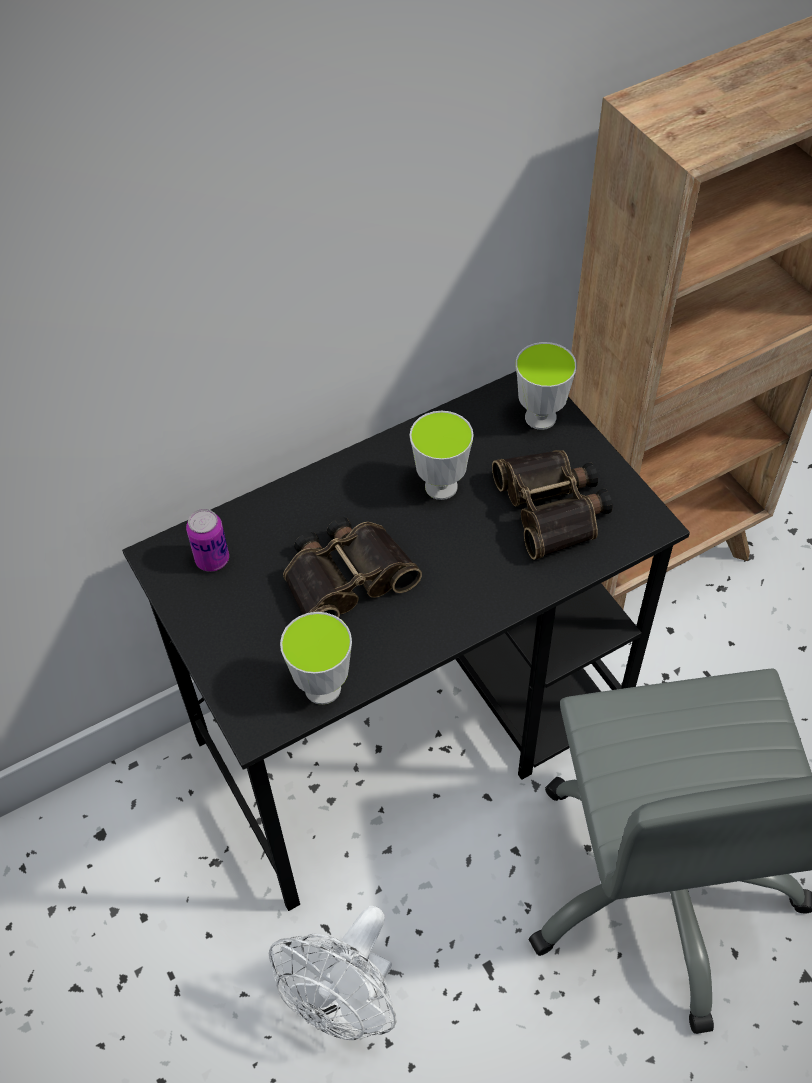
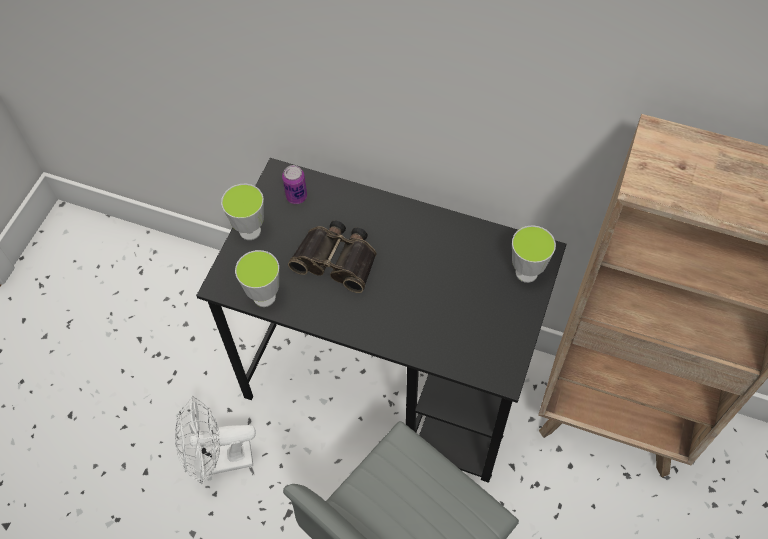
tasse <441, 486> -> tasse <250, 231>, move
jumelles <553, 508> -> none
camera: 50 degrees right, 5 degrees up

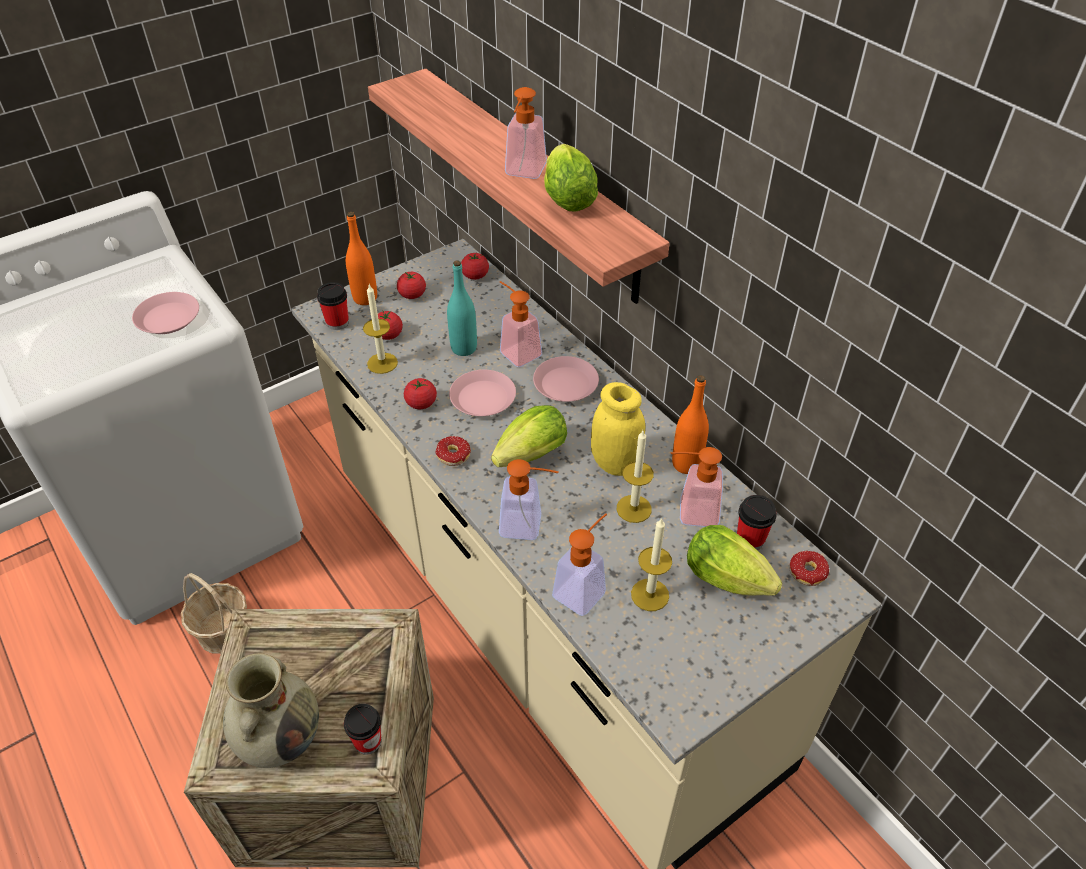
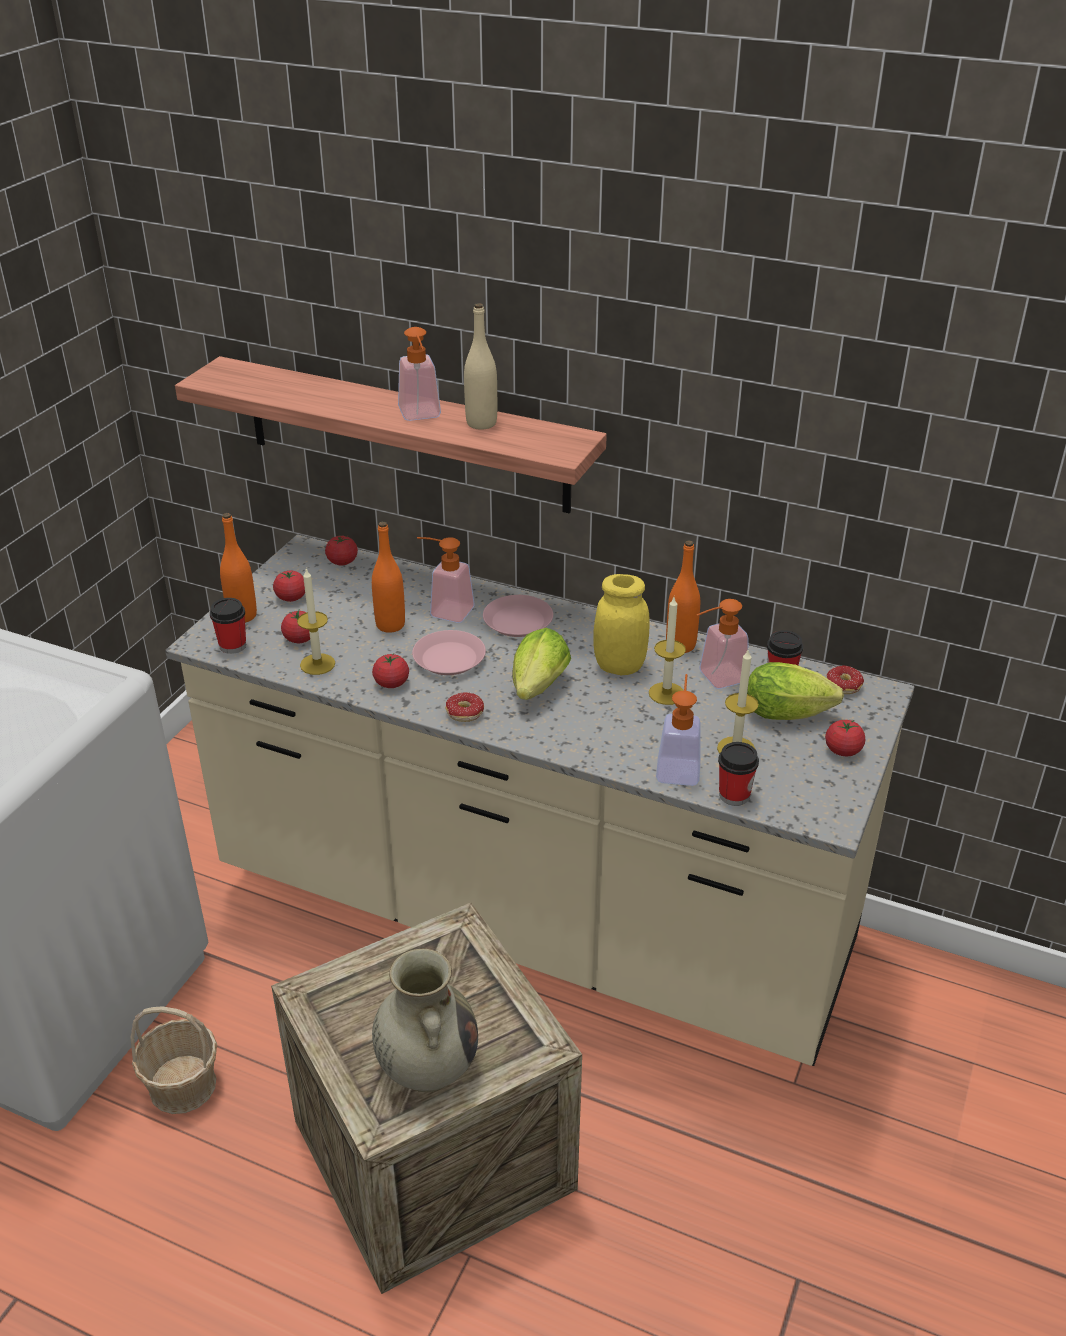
bouteille [turquoise] <464, 348> -> bouteille [orange] <390, 625>
laitue <567, 196> -> bouteille [beige] <481, 423>
tasse <367, 741> -> tasse <734, 795>, move
none -> tomate <843, 750>
assiette [rose] <167, 318> -> none
distributeur de savon <529, 526> -> none
camera: 30 degrees left, 10 degrees down

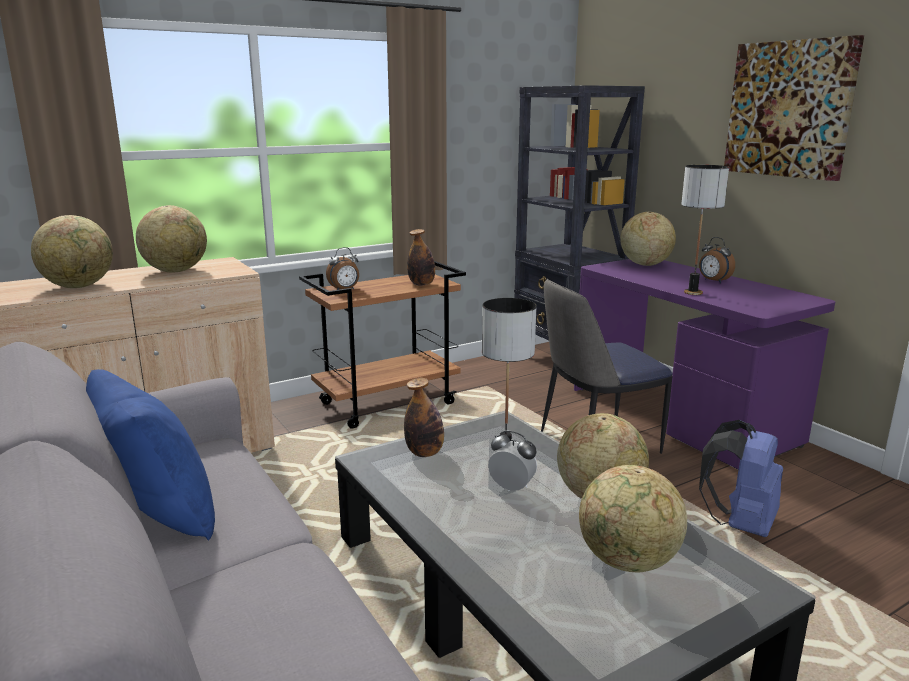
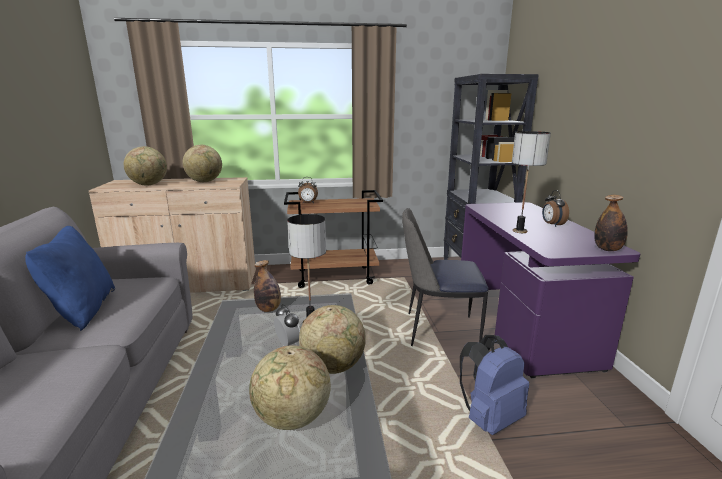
bouteille <421, 284> -> bouteille <607, 249>, move
globe <645, 264> -> none
tableau <789, 109> -> none
camera: 25 degrees right, 0 degrees up

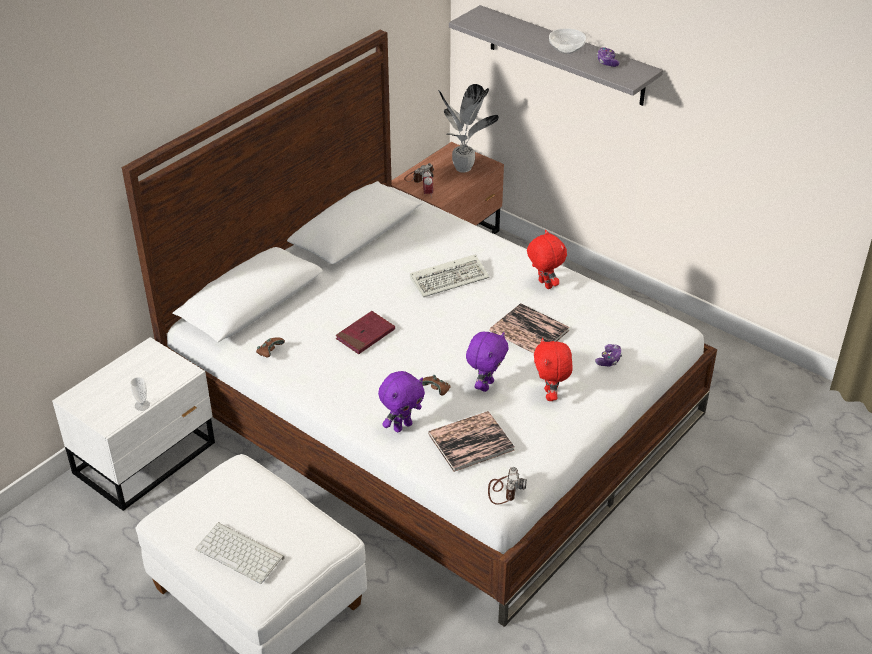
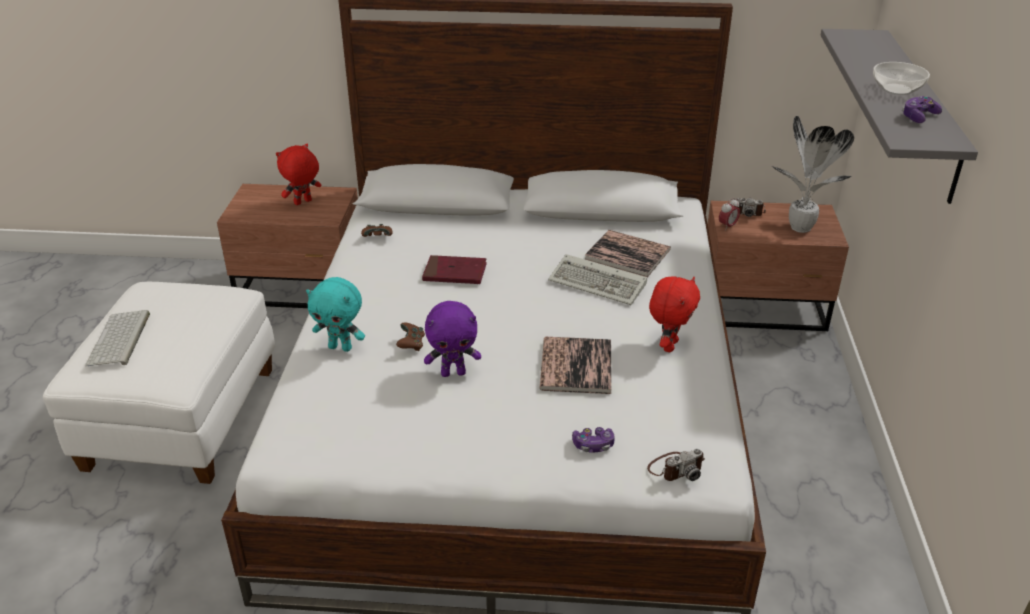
table de chevet [blanc] <148, 458> -> table de chevet [marron] <303, 288>
peluche [rouge] <551, 395> -> peluche [rouge] <303, 203>, move
peluche [violet] <402, 426> -> peluche [turquoise] <341, 347>
livre <471, 442> -> livre <627, 254>, move
appareil photo <504, 490> -> appareil photo <675, 468>, move
tasse <142, 405> -> none
camera: 55 degrees right, 5 degrees down

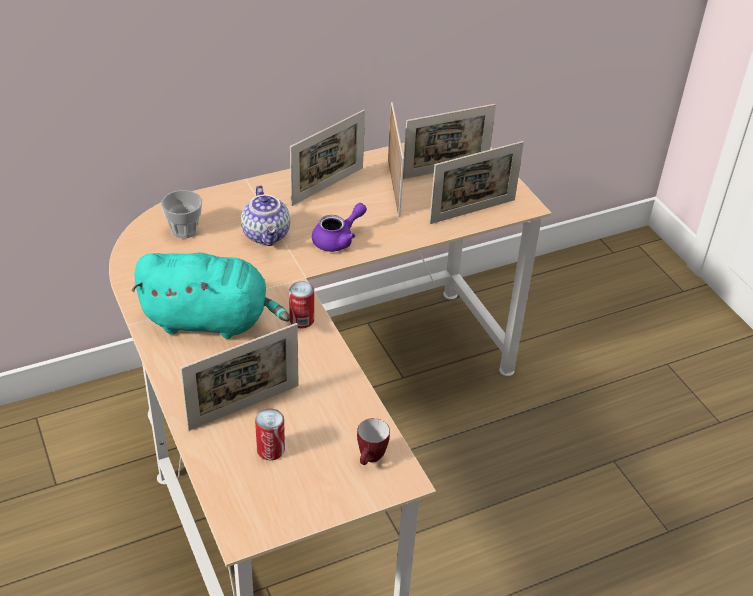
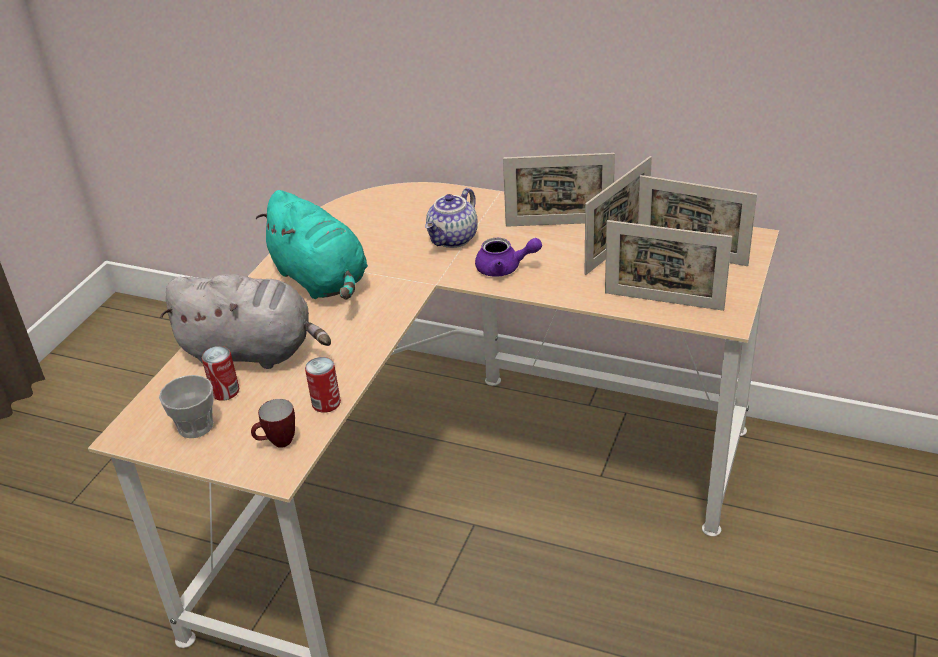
tasse <184, 230> -> tasse <195, 426>, move
cadre photo <244, 407> -> peluche [gris] <253, 352>
boîte métallique <301, 320> -> boîte métallique <326, 403>, move
camera: 50 degrees right, 5 degrees down

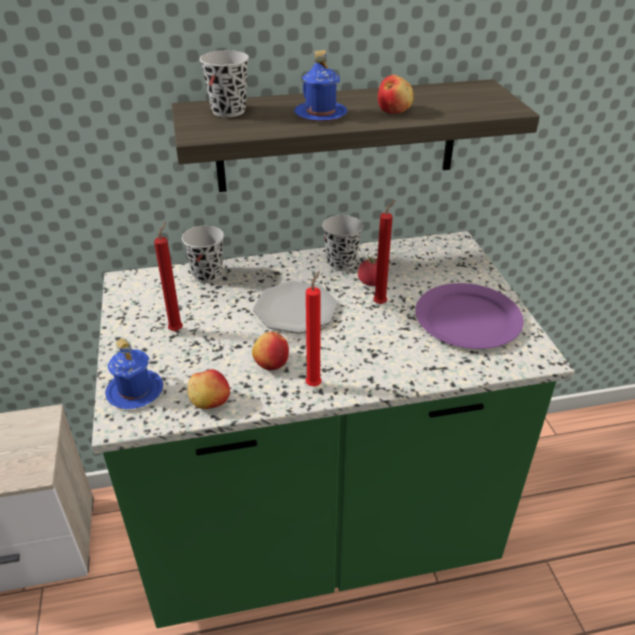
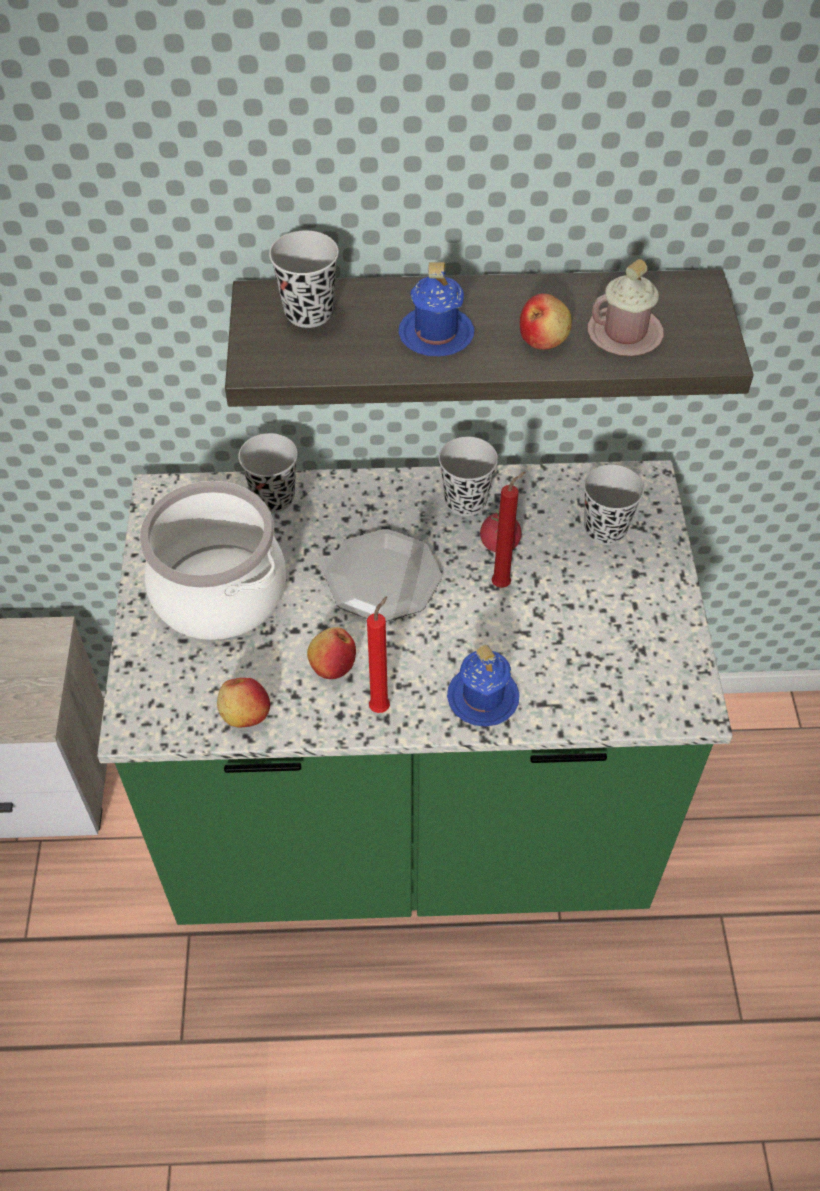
bougie [rouge] <177, 329> -> marmite <220, 591>
mug [bleu] <135, 391> -> mug [bleu] <483, 698>, move
none -> tasse [noir] <605, 529>
none -> mug [rose] <624, 334>
assiette [violet] <467, 319> -> none
camera: 10 degrees right, 15 degrees up

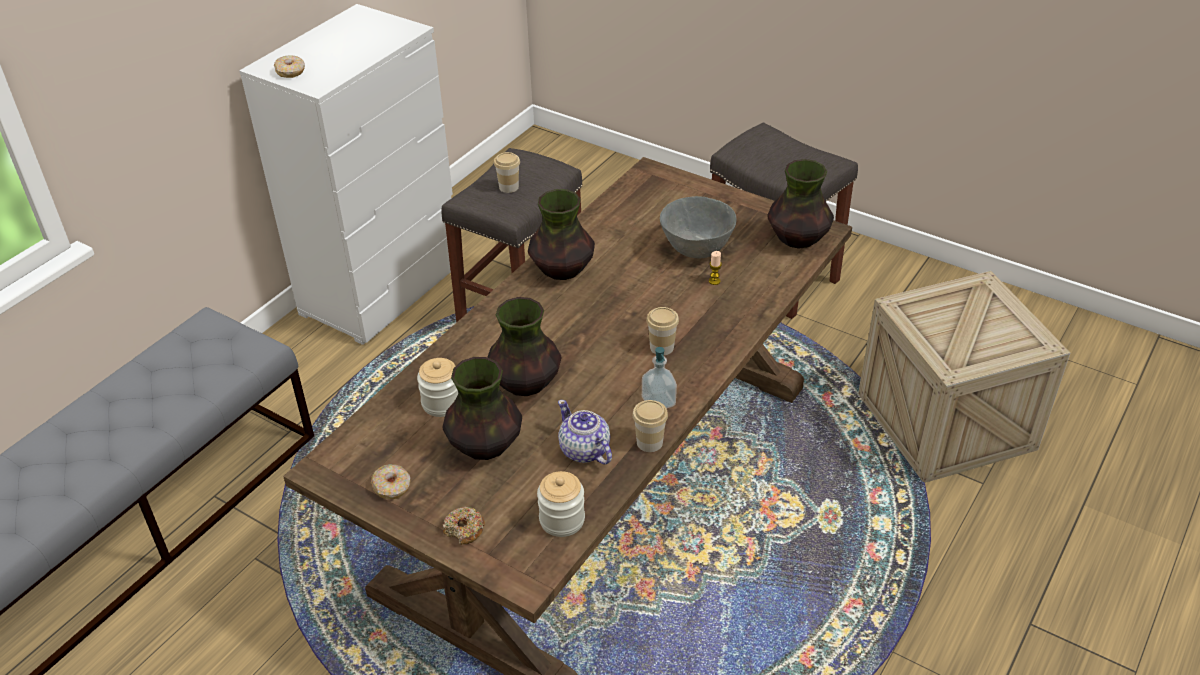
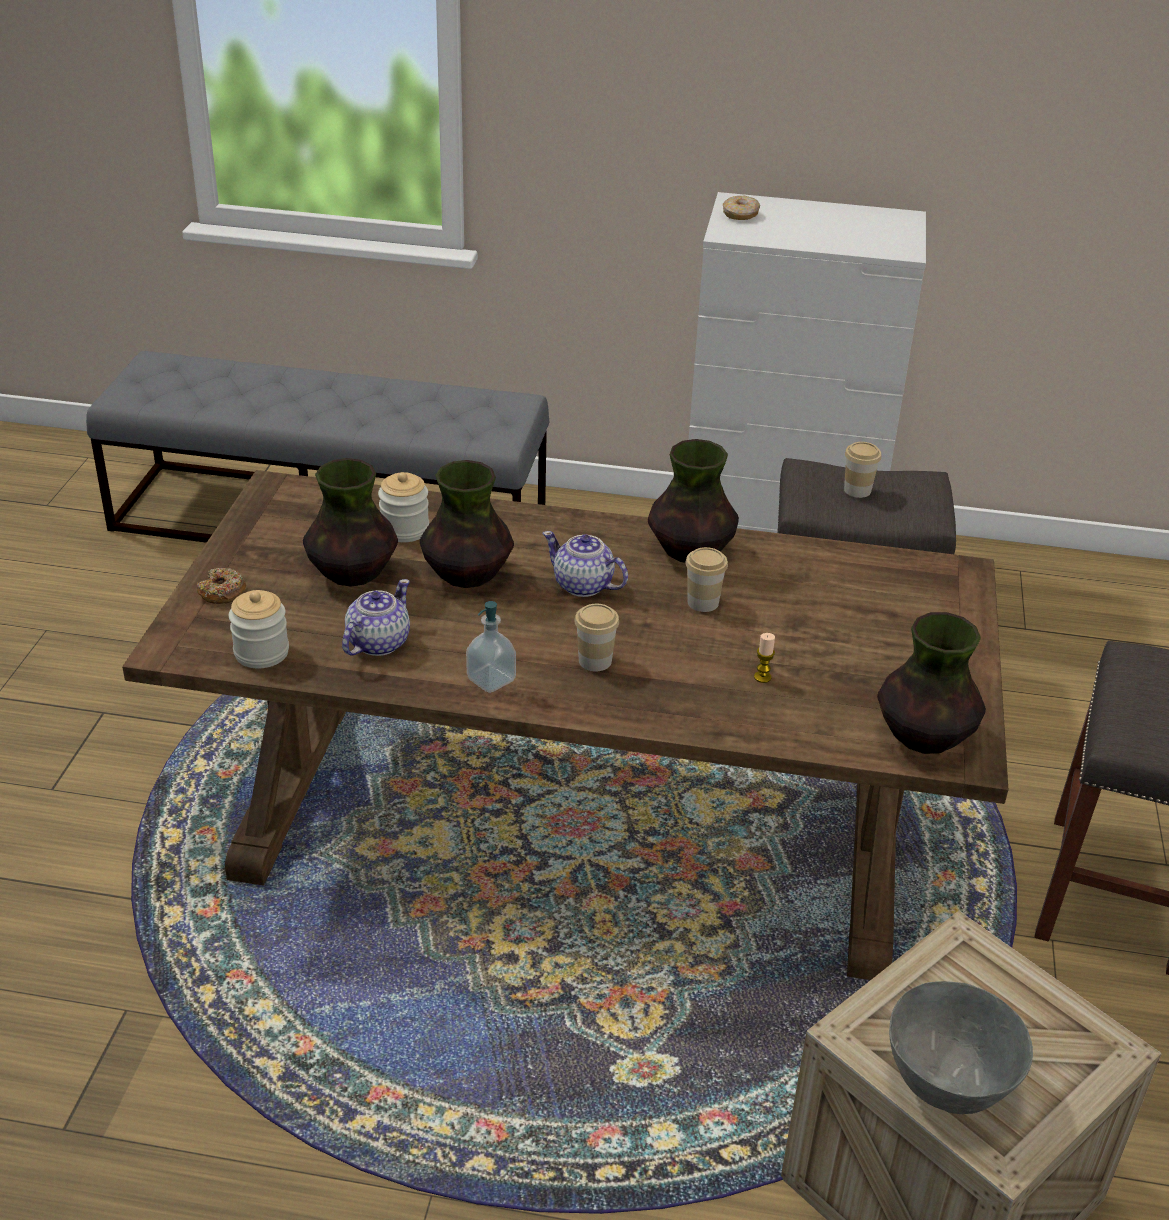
none -> théière <583, 585>
tasse <649, 442> -> tasse <703, 602>, move
bol [gris] <696, 250> -> bol [gris] <949, 1085>, move
beignet <392, 487> -> none
camera: 65 degrees right, 5 degrees down

